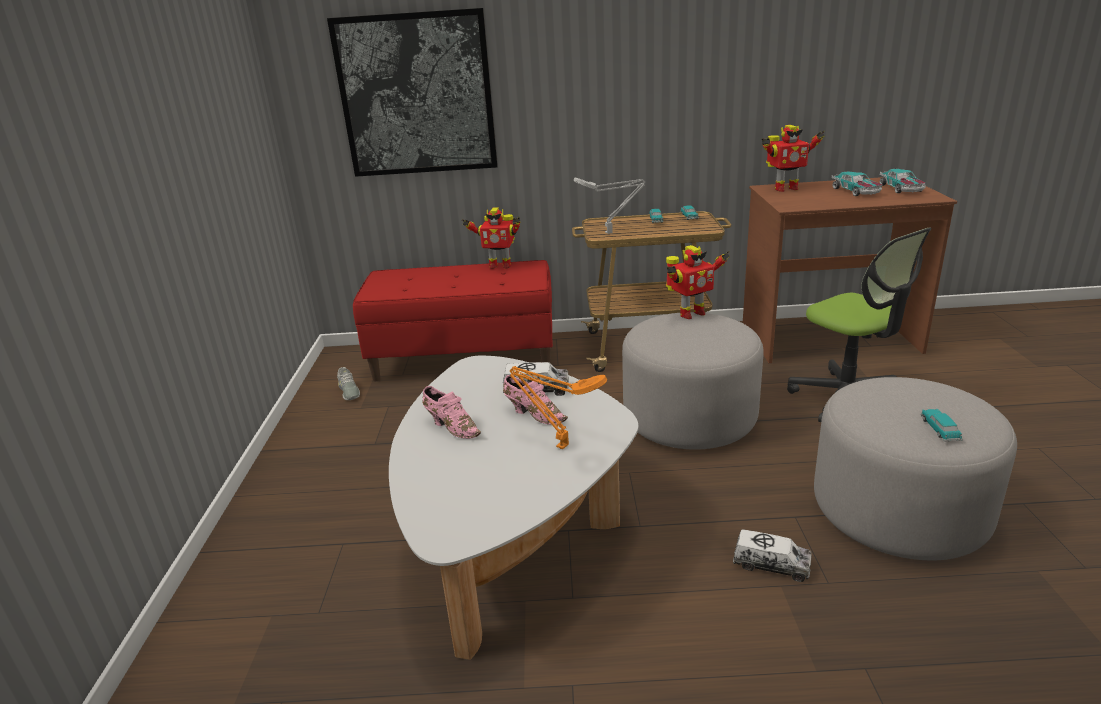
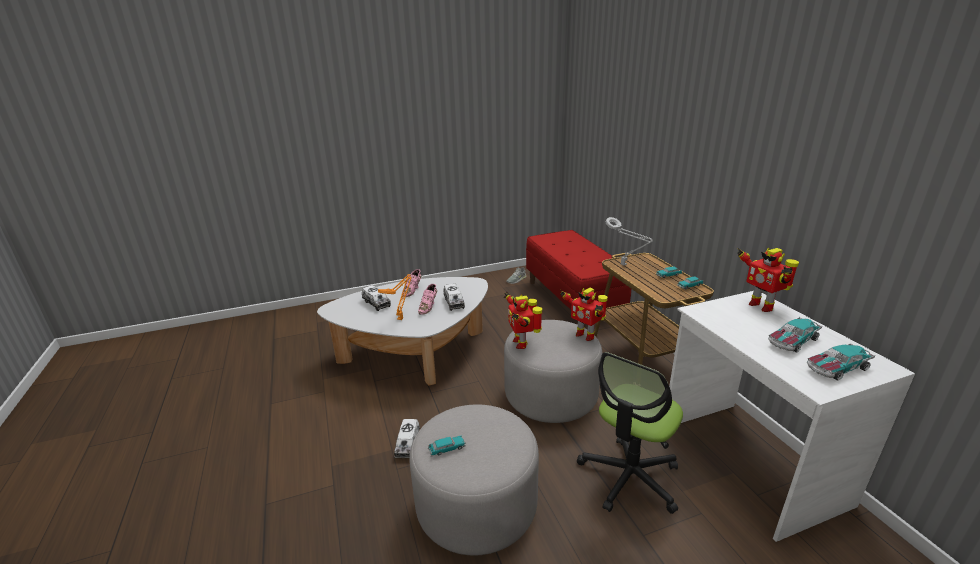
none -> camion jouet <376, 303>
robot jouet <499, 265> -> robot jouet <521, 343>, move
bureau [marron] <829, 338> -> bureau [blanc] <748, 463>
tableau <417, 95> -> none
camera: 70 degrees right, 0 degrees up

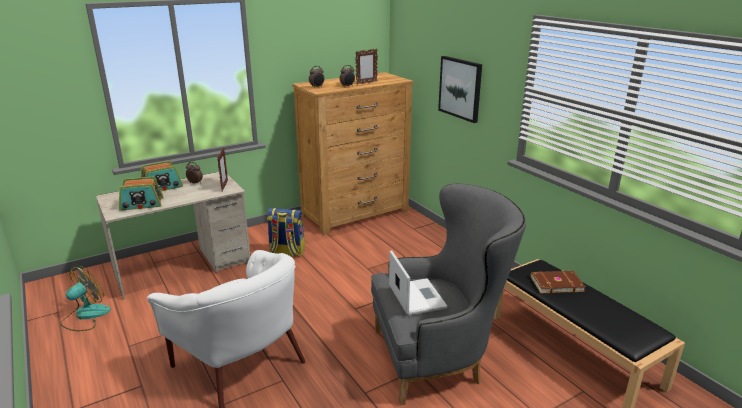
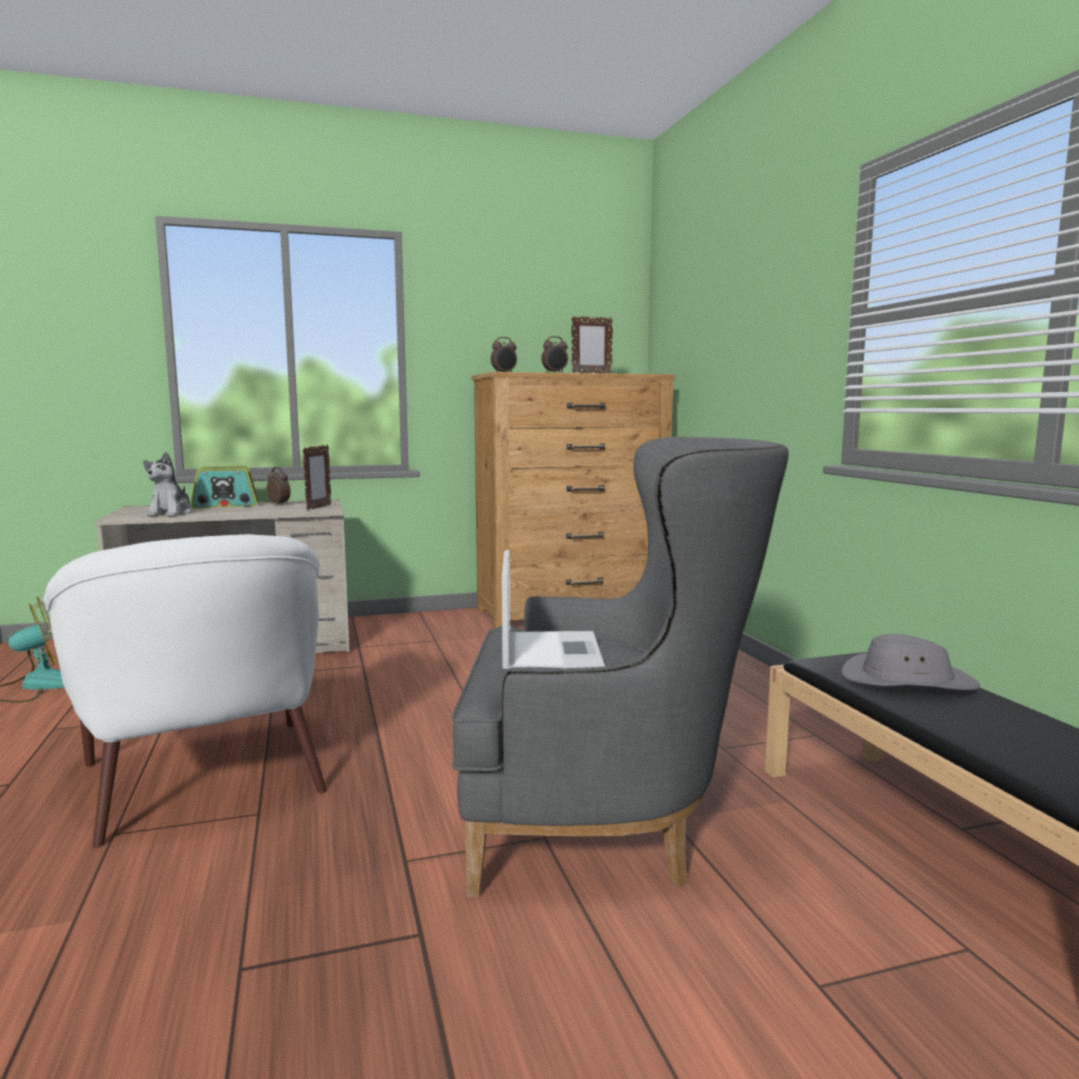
radio <141, 204> -> peluche <171, 513>
livre [marron] <556, 283> -> chapeau [gris] <907, 681>
sac à dos <286, 252> -> none
tableau <460, 88> -> none
camera: 15 degrees right, 15 degrees down

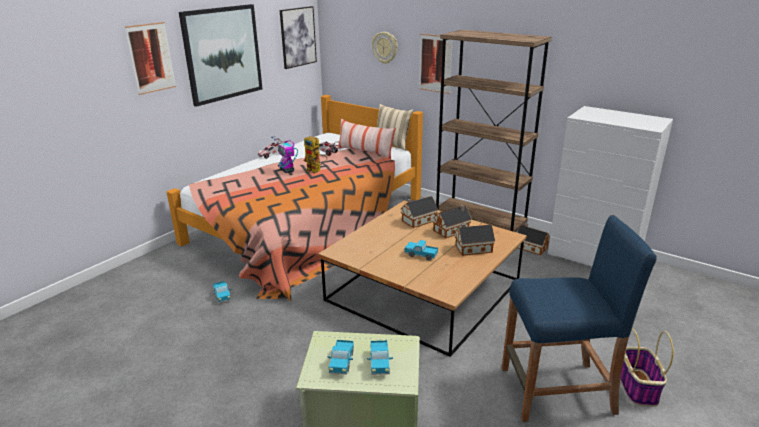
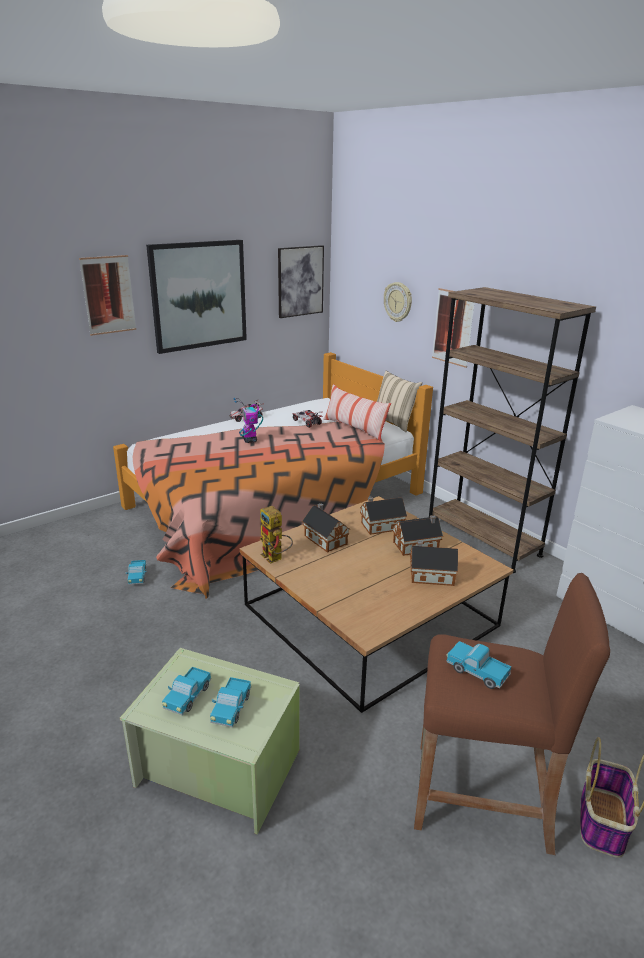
robot jouet <316, 171> -> robot jouet <275, 558>, move
maison miniature <530, 247> -> maison miniature <325, 539>, move
tabouret [bleu] <557, 391> -> tabouret [marron] <482, 796>
camion jouet <420, 255> -> camion jouet <476, 672>, move
camera: 15 degrees right, 0 degrees up

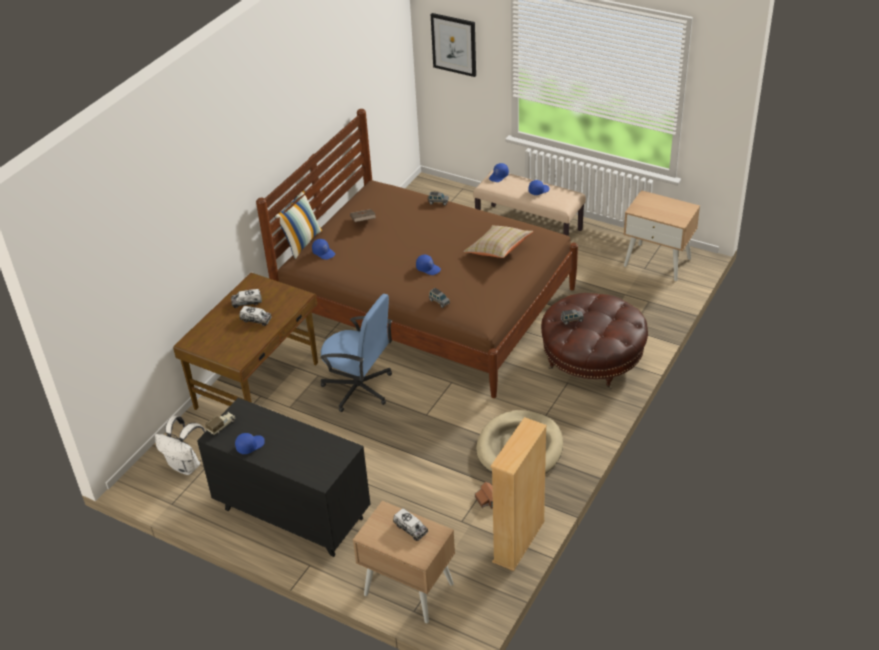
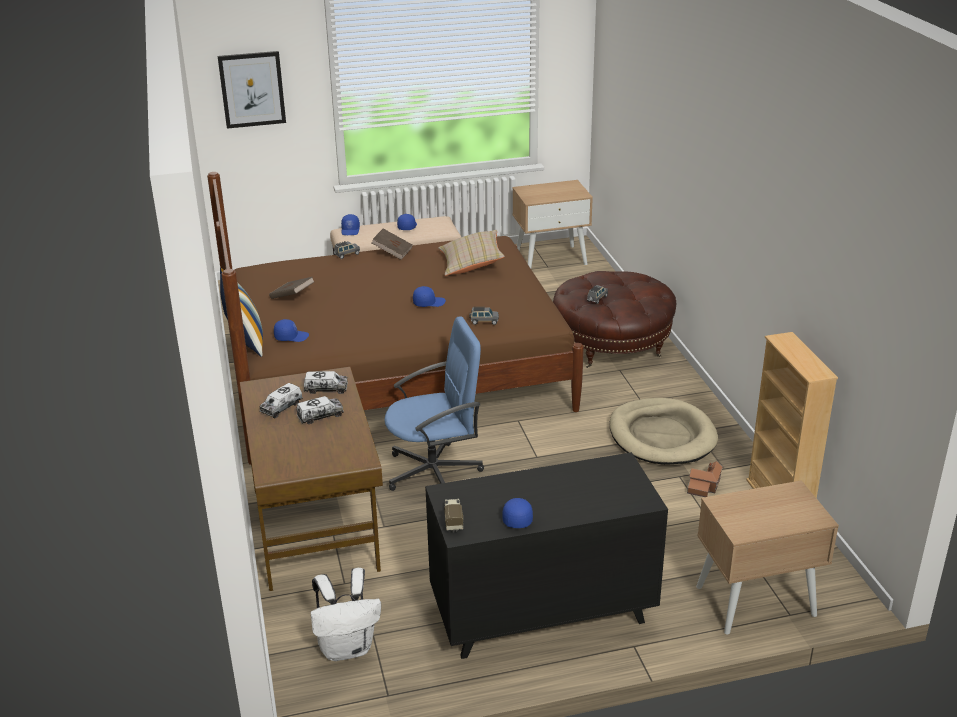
camion jouet <410, 529> -> camion jouet <326, 389>, move
none -> livre [marron] <392, 252>
camera: 45 degrees left, 10 degrees down

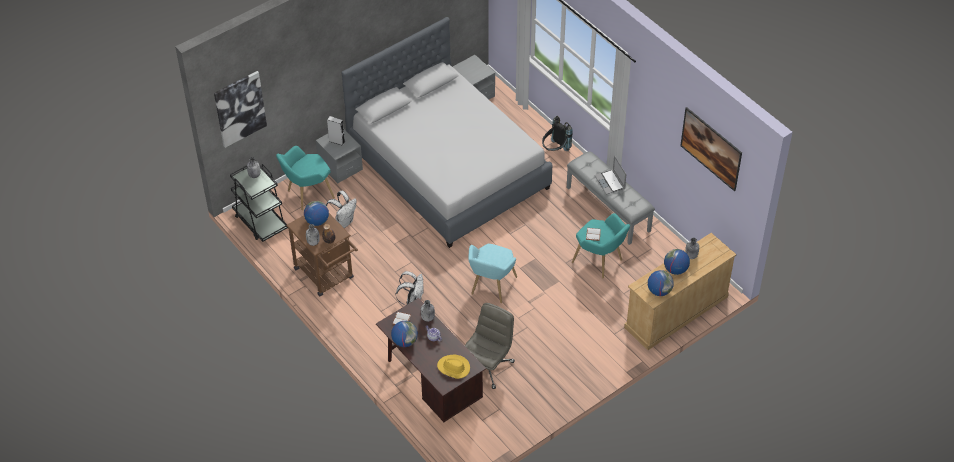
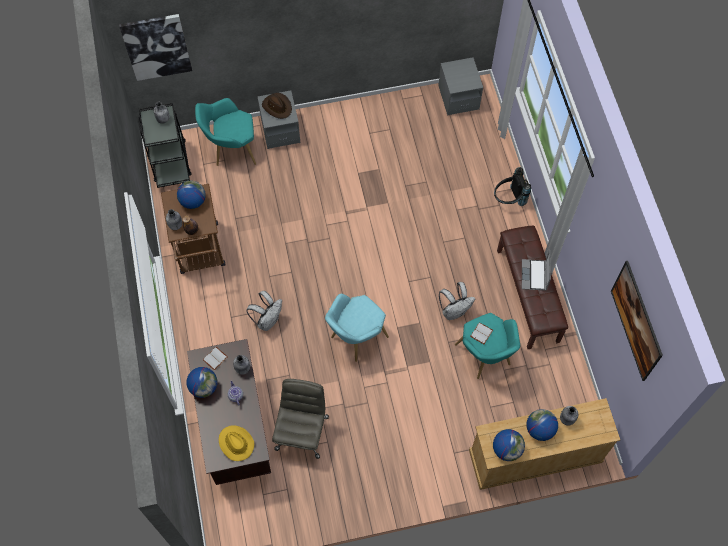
enceinte [gris] <337, 141> -> chapeau [marron] <277, 106>
chaise de bureau [gris] <487, 366> -> chaise de bureau [gris] <302, 432>, 45 degrees counterclockwise
sac à dos [blanc] <343, 222> -> sac à dos [blanc] <454, 311>, move
banc [gris] <608, 209> -> banc [marron] <528, 295>
lit [gris] <448, 168> -> none
camera: 25 degrees right, 15 degrees up

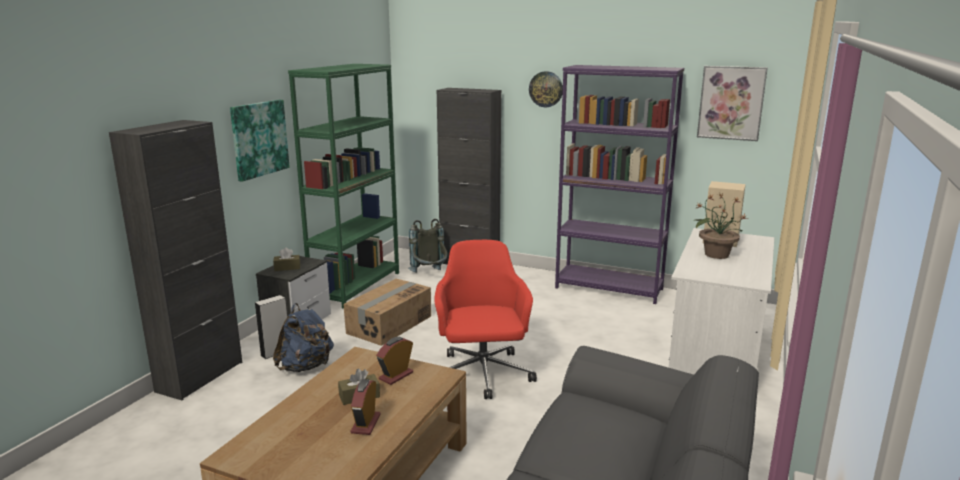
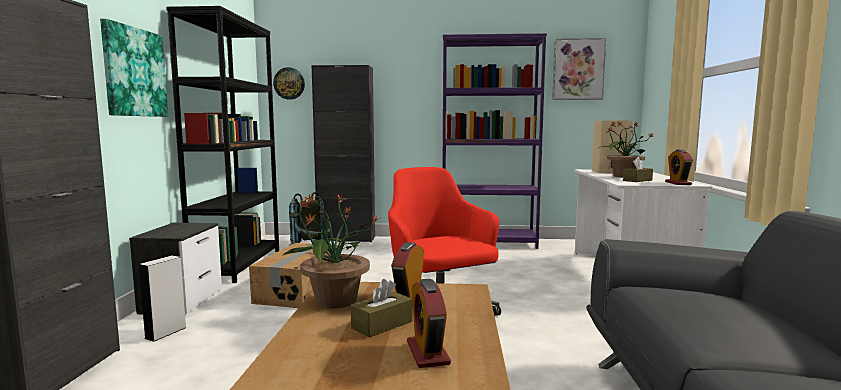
bibliothèque [vert] <356, 286> -> bibliothèque [noir] <238, 265>
horloge murale <546, 89> -> horloge murale <289, 83>, move
none -> plante en pot <334, 301>
boîte à mouchoirs [marron] <287, 267> -> boîte à mouchoirs [marron] <637, 180>, move
none -> réveil <678, 183>
sac à dos [bleu] <305, 367> -> none
camera: 20 degrees left, 10 degrees down

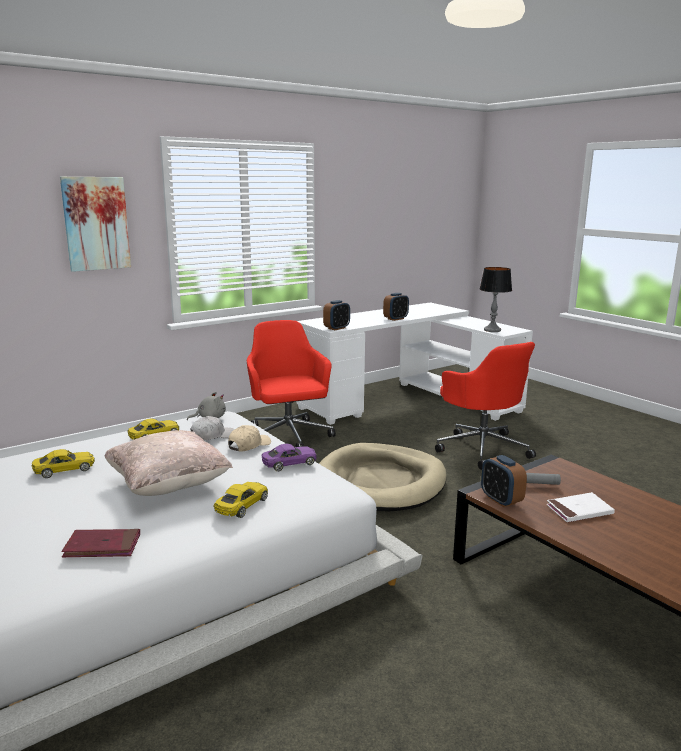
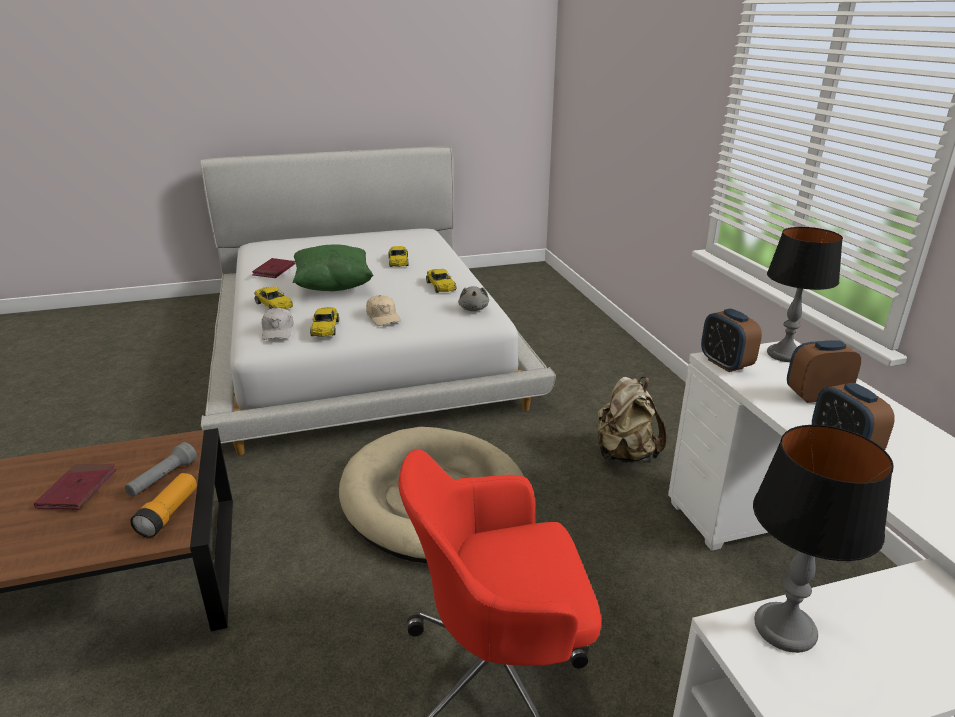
livre [blanc] <579, 510> -> livre [rouge] <78, 489>
none -> lampe de poche <169, 514>
casquette [blanc] <212, 436> -> casquette [blanc] <278, 331>, move
coussin [beige] <168, 486> -> coussin [vert] <333, 286>
petite voiture [violet] <289, 463> -> petite voiture [jaune] <325, 328>
chaise de bureau [rouge] <288, 437> -> sac à dos [beige] <624, 454>
none -> lampe de table <784, 354>
réveil <501, 500> -> réveil <816, 396>, move
tableau <96, 223> -> none
camera: 110 degrees right, 10 degrees up

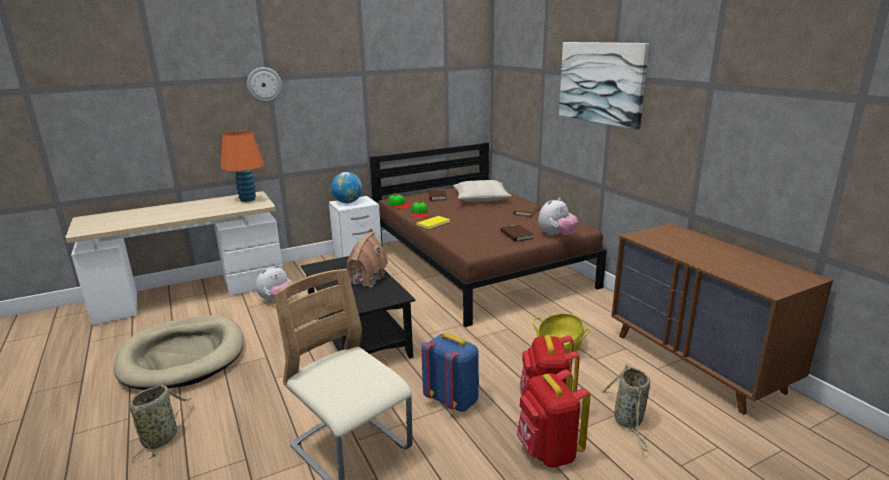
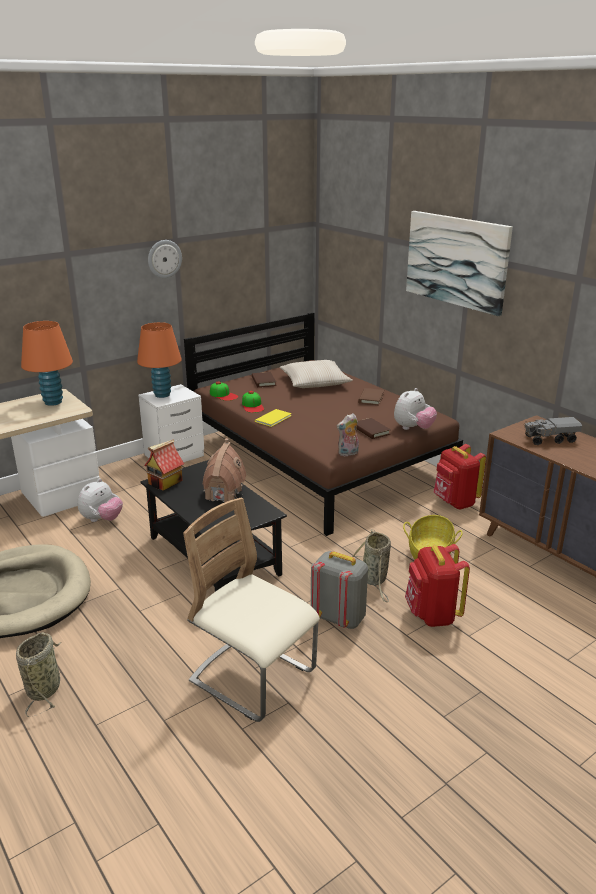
globe <347, 202> -> lampe de table [orange] <162, 395>
none -> maison miniature <165, 482>
horloge murale <264, 84> -> horloge murale <164, 259>, move
sac à dos [bleu] <453, 400> -> sac à dos [gris] <339, 618>
none -> peluche <348, 453>
panier <628, 422> -> panier <374, 580>, move
sac à dos [rouge] <548, 452> -> sac à dos [rouge] <454, 503>, move
none -> camion jouet <549, 439>
camera: 10 degrees left, 5 degrees up

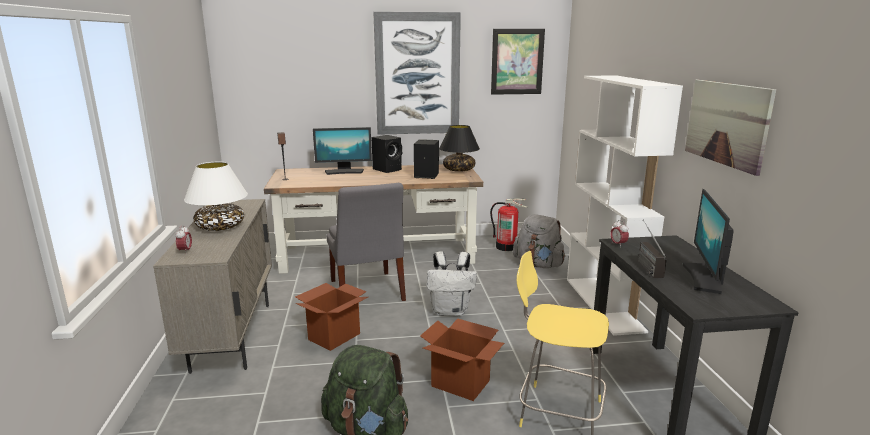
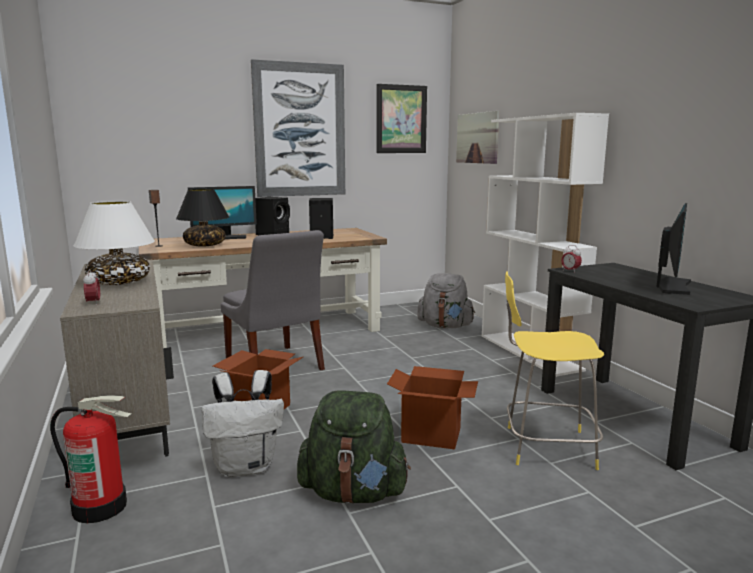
extincteur <506, 247> -> extincteur <101, 507>, move
lampe de table [noir] <458, 170> -> lampe de table [noir] <204, 245>, move
sac à dos [blanc] <451, 311> -> sac à dos [blanc] <246, 466>, move
tableau <726, 123> -> tableau <477, 138>, move
écran d'ordinateur <704, 278> -> écran d'ordinateur <672, 286>, 150 degrees counterclockwise
radio <645, 264> -> none
camera: 15 degrees left, 5 degrees down

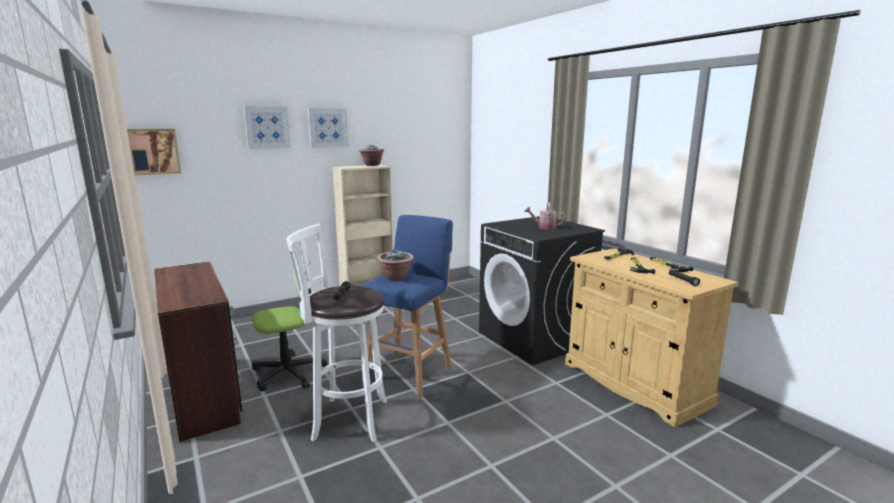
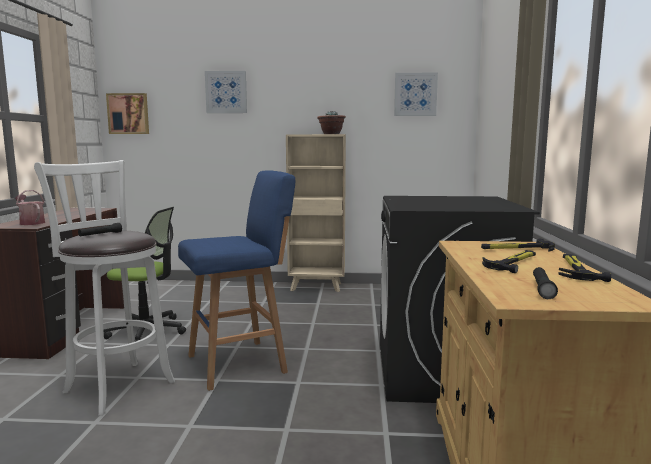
arrosoir <544, 227> -> arrosoir <31, 222>, move
tableau <328, 128> -> tableau <415, 94>, move
plante en pot <396, 278> -> none
camera: 35 degrees right, 5 degrees down

